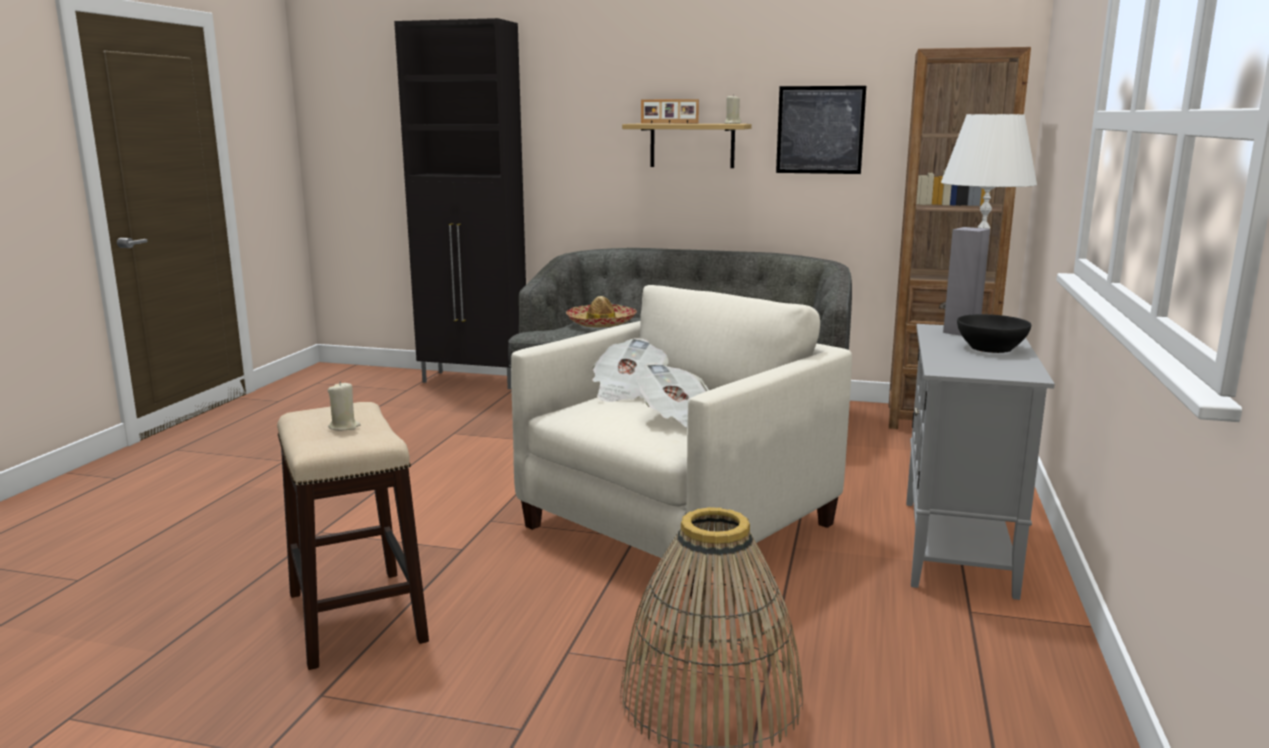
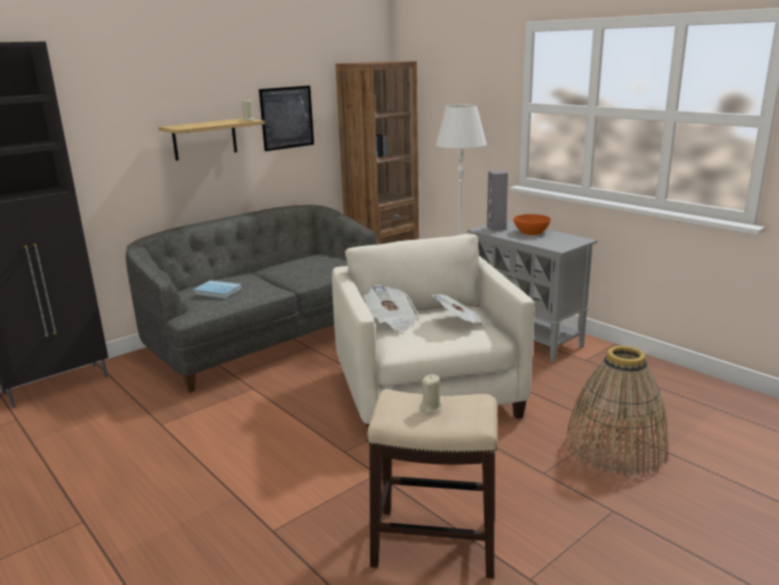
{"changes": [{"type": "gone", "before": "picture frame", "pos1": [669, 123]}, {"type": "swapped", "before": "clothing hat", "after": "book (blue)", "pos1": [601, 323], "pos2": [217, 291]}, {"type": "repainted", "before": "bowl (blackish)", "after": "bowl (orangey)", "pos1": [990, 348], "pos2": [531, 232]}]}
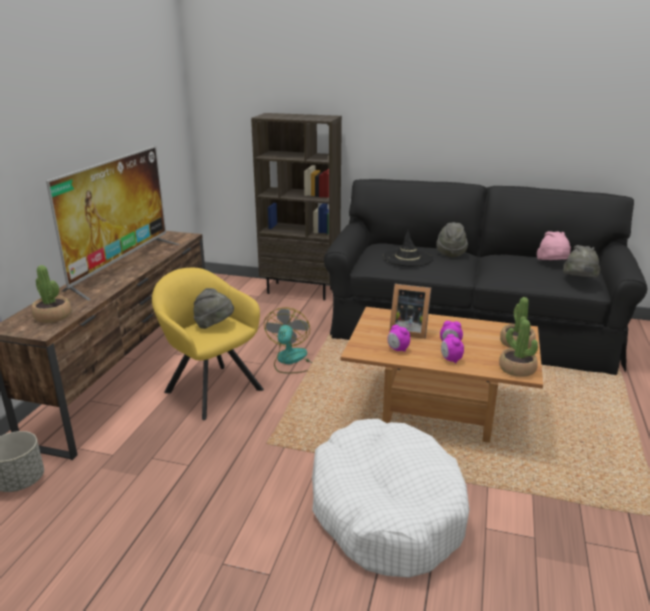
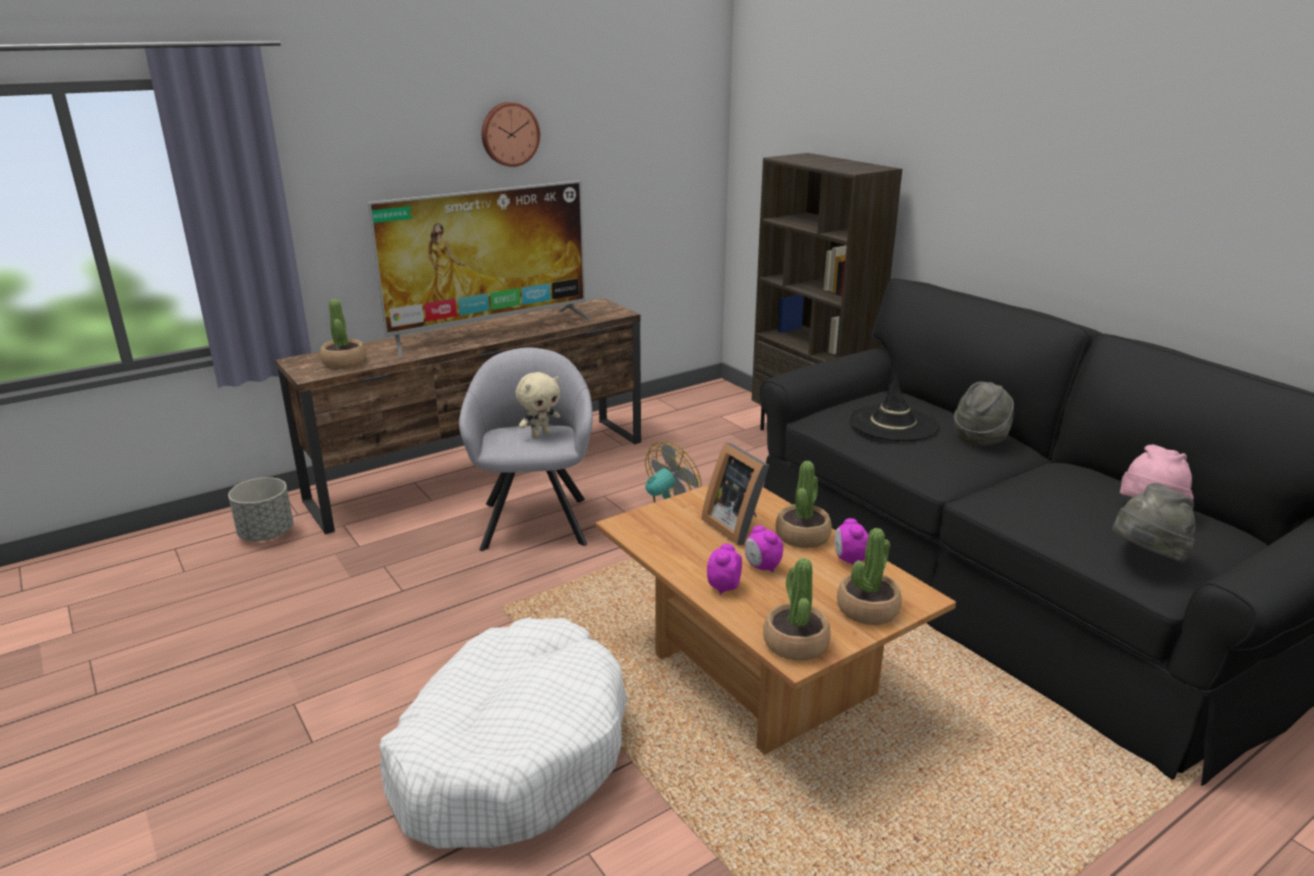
{"changes": [{"type": "repainted", "before": "armchair (yellowish)", "after": "armchair (gray)", "pos1": [211, 388], "pos2": [535, 519]}, {"type": "swapped", "before": "clothing hat (gray)", "after": "soft toy (sand-coloured)", "pos1": [214, 325], "pos2": [540, 434]}, {"type": "shifted", "before": "alarm clock", "pos1": [397, 349], "pos2": [849, 560]}, {"type": "new", "after": "clock on the wall", "pos2": [509, 134]}, {"type": "new", "after": "potted plant", "pos2": [802, 536]}]}
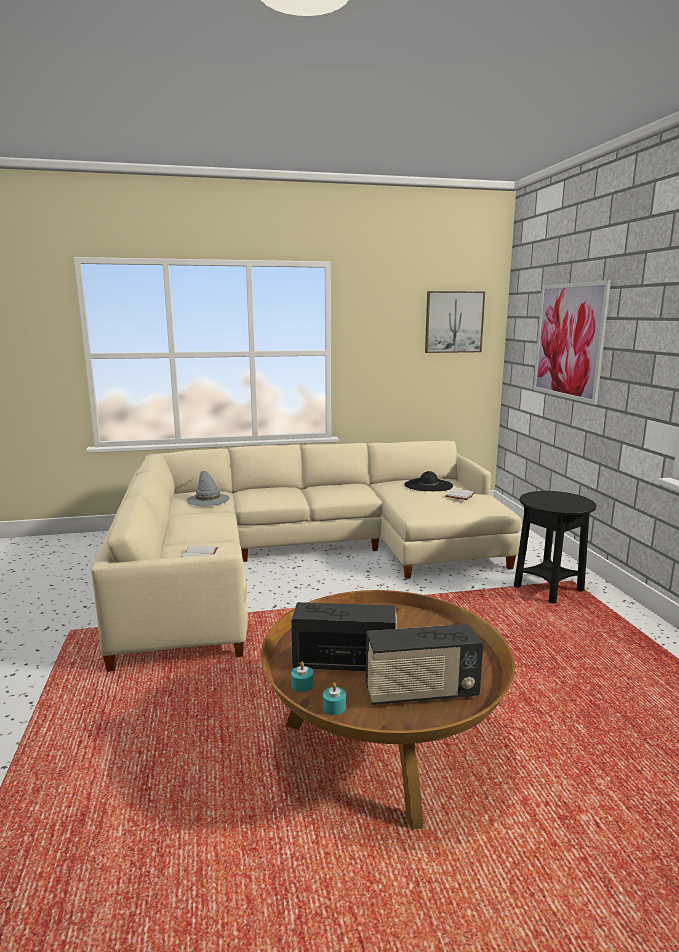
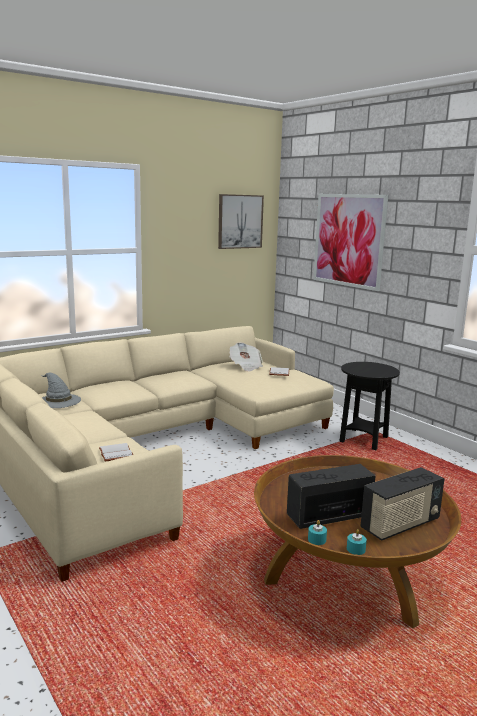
{"changes": [{"type": "swapped", "before": "clothing hat (blackish)", "after": "newspaper", "pos1": [428, 485], "pos2": [245, 366]}]}
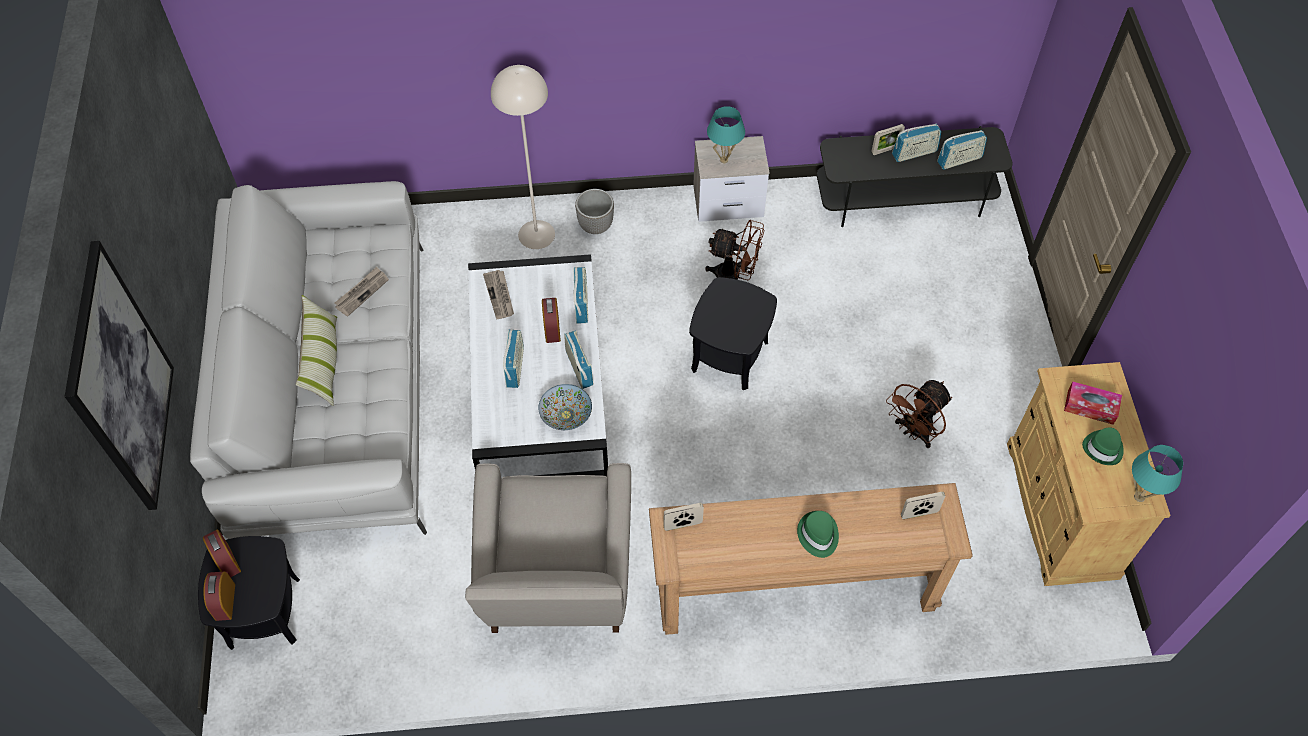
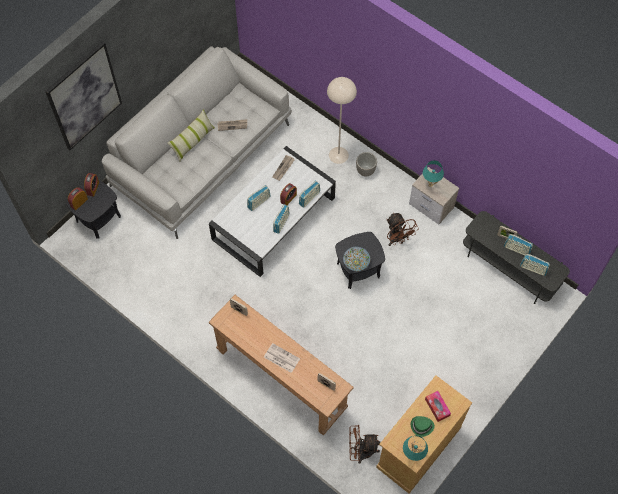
{"changes": [{"type": "shifted", "before": "cooling fan (brownish)", "pos1": [914, 432], "pos2": [360, 451]}, {"type": "shifted", "before": "bowl", "pos1": [566, 415], "pos2": [356, 262]}, {"type": "gone", "before": "armchair (sand-coloured)", "pos1": [557, 582]}, {"type": "swapped", "before": "clothing hat (green)", "after": "newspaper", "pos1": [817, 535], "pos2": [281, 358]}]}
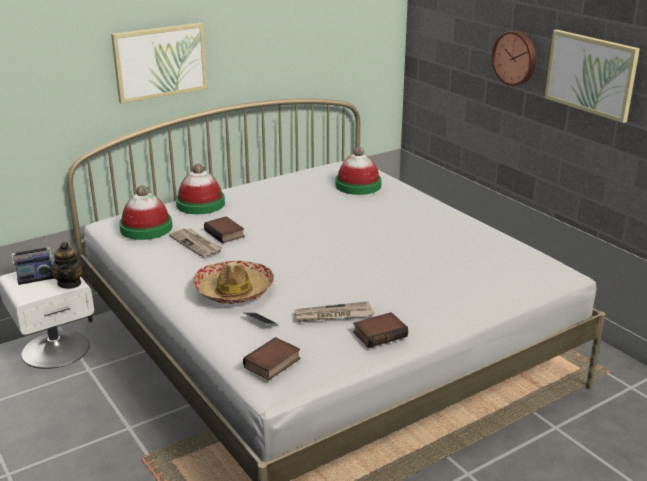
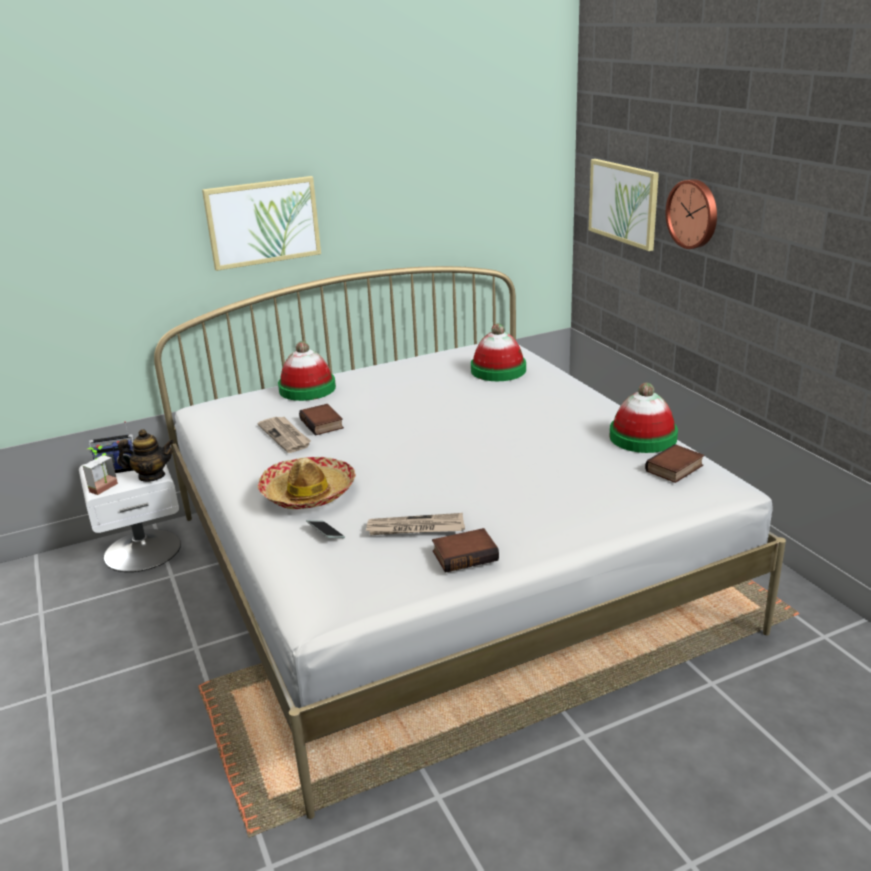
{"changes": [{"type": "shifted", "before": "picture", "pos1": [591, 74], "pos2": [623, 203]}, {"type": "shifted", "before": "clothing hat", "pos1": [146, 228], "pos2": [643, 437]}, {"type": "rotated", "before": "teapot", "pos1": [70, 283], "pos2": [151, 476], "turn": -90}, {"type": "shifted", "before": "book", "pos1": [273, 364], "pos2": [675, 469]}, {"type": "new", "after": "potted plant", "pos2": [107, 489]}]}
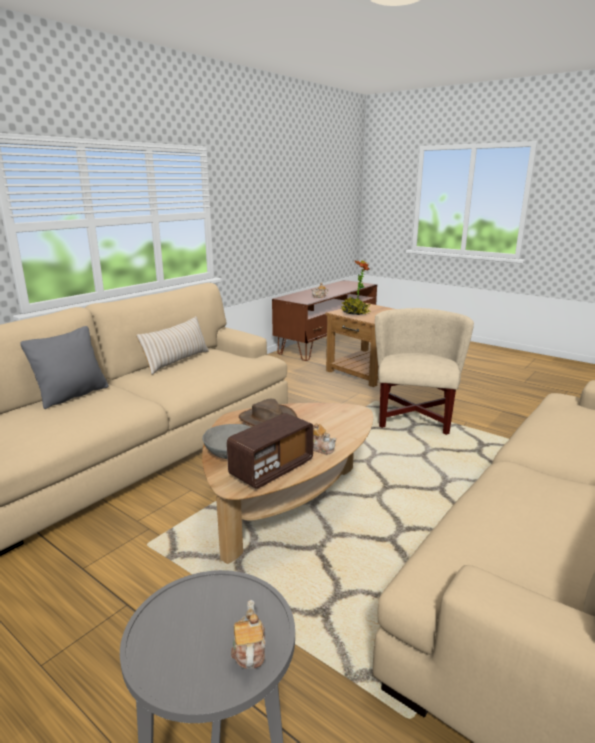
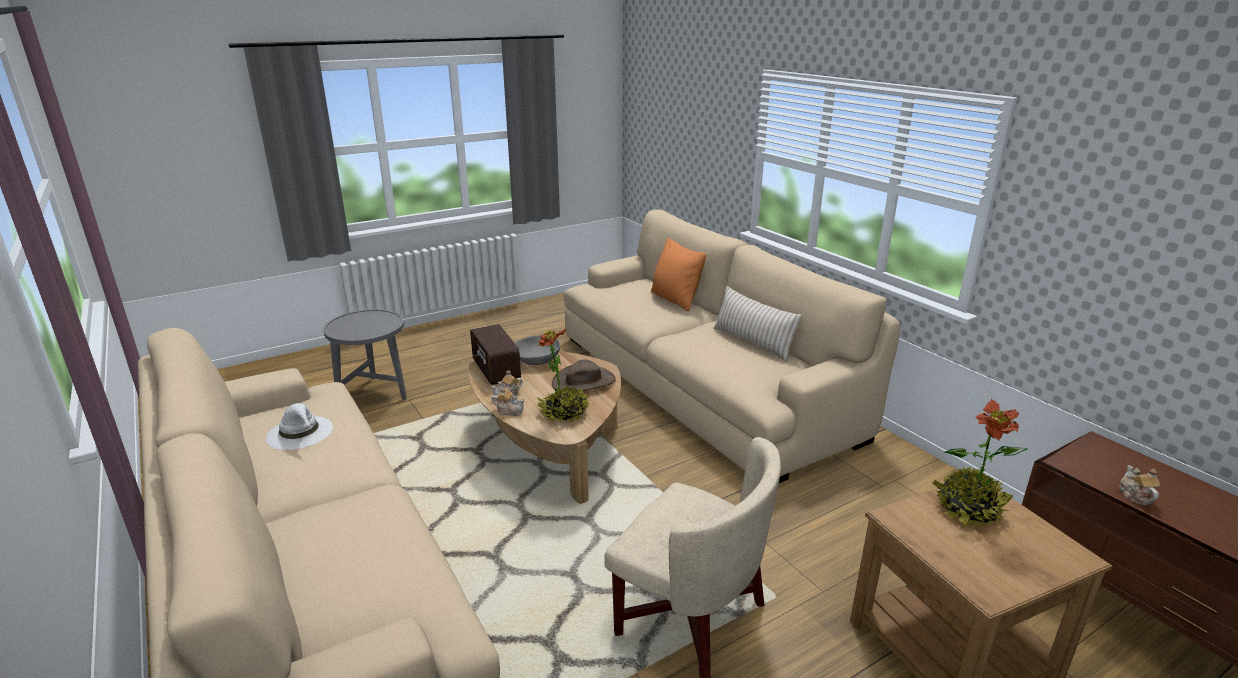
{"changes": [{"type": "repainted", "before": "cushion (gray)", "after": "cushion (orangey)", "pos1": [72, 395], "pos2": [675, 300]}, {"type": "shifted", "before": "teapot", "pos1": [249, 650], "pos2": [509, 411]}, {"type": "new", "after": "potted plant", "pos2": [564, 413]}, {"type": "new", "after": "clothing hat (whitish)", "pos2": [300, 433]}]}
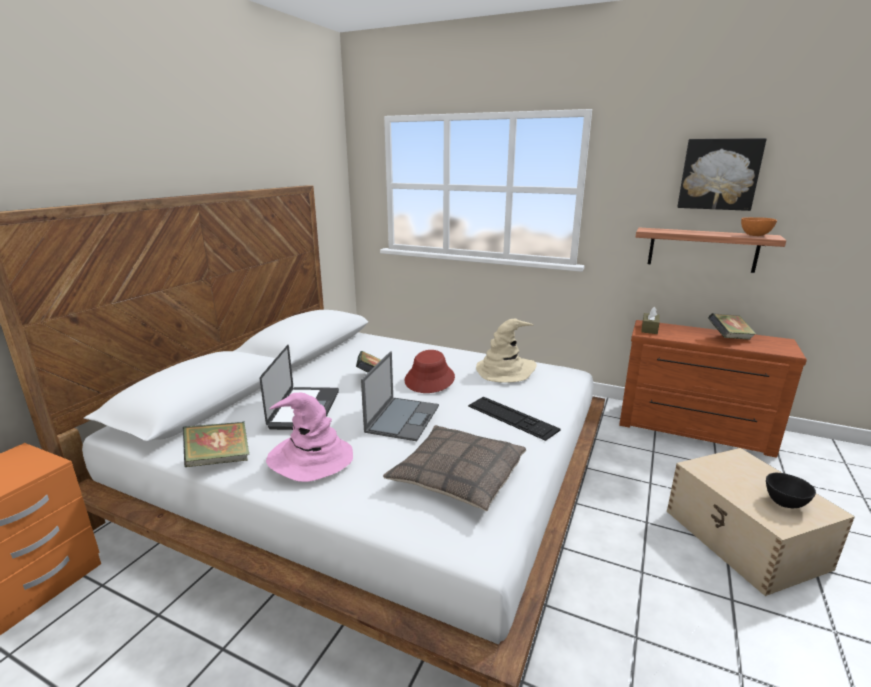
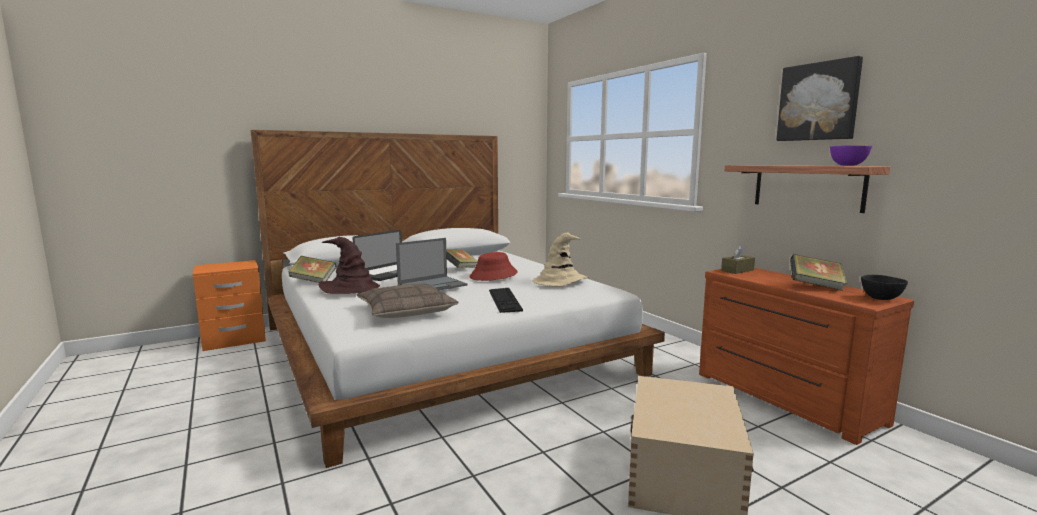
{"changes": [{"type": "repainted", "before": "bowl (orangey)", "after": "bowl (purplish)", "pos1": [755, 235], "pos2": [848, 165]}, {"type": "repainted", "before": "clothing hat (pink)", "after": "clothing hat (brownish)", "pos1": [309, 458], "pos2": [350, 288]}, {"type": "shifted", "before": "bowl (blackish)", "pos1": [785, 503], "pos2": [882, 299]}]}
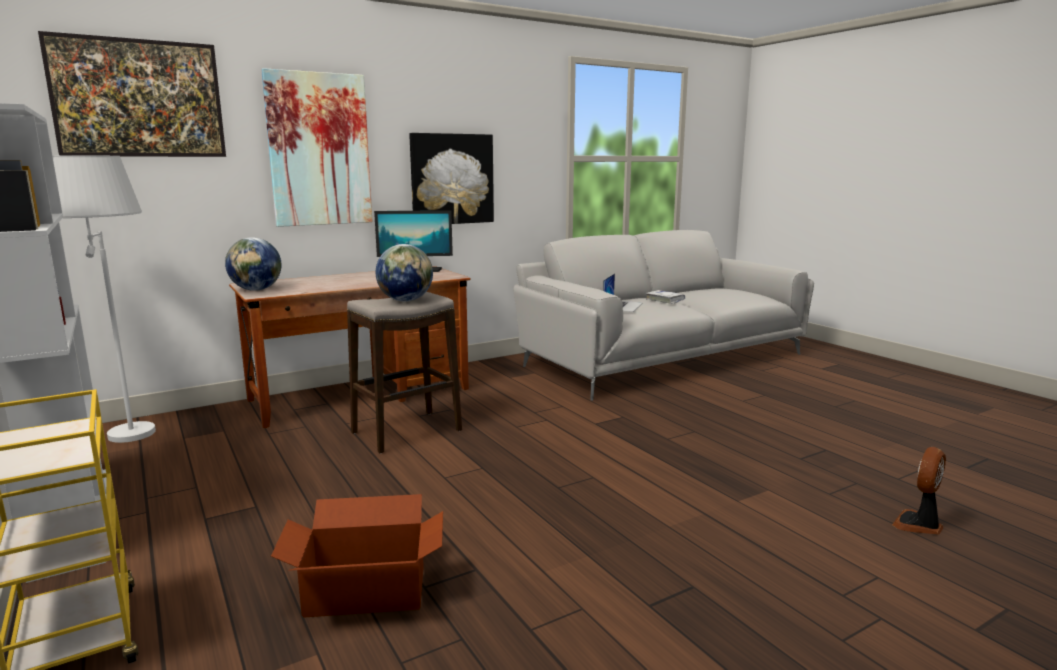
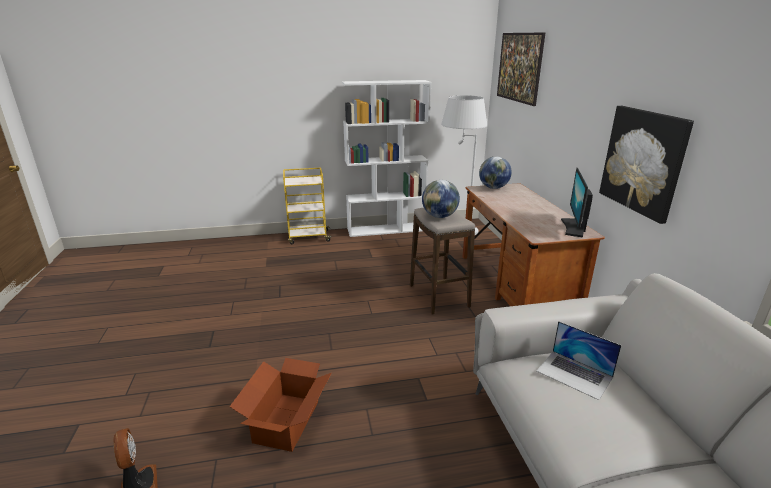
{"changes": [{"type": "gone", "before": "picture", "pos1": [319, 150]}, {"type": "gone", "before": "book (whitish)", "pos1": [665, 300]}, {"type": "shifted", "before": "cardboard box", "pos1": [367, 592], "pos2": [285, 421]}]}
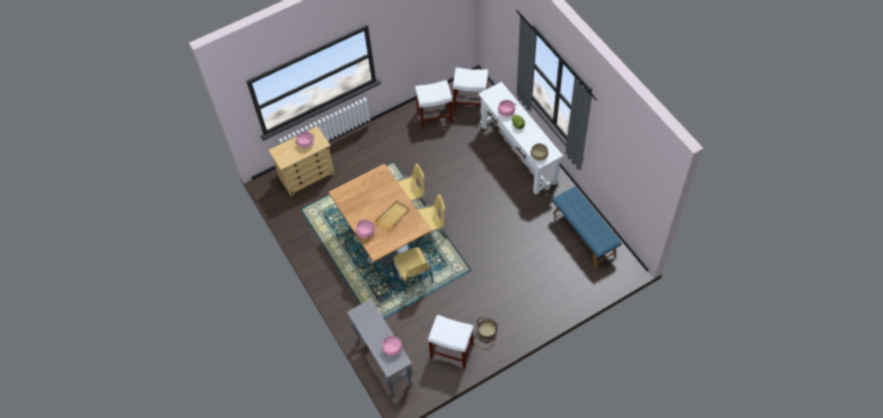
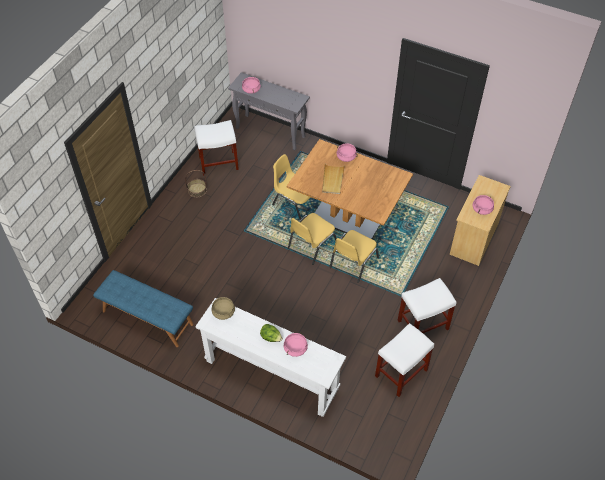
{"changes": [{"type": "shifted", "before": "sitting stool (whitish)", "pos1": [471, 102], "pos2": [422, 325]}]}
